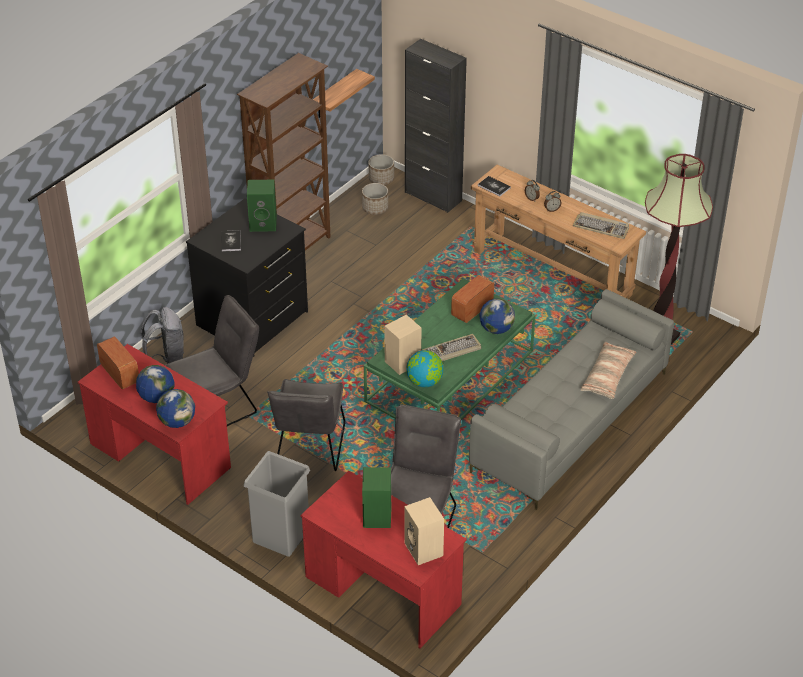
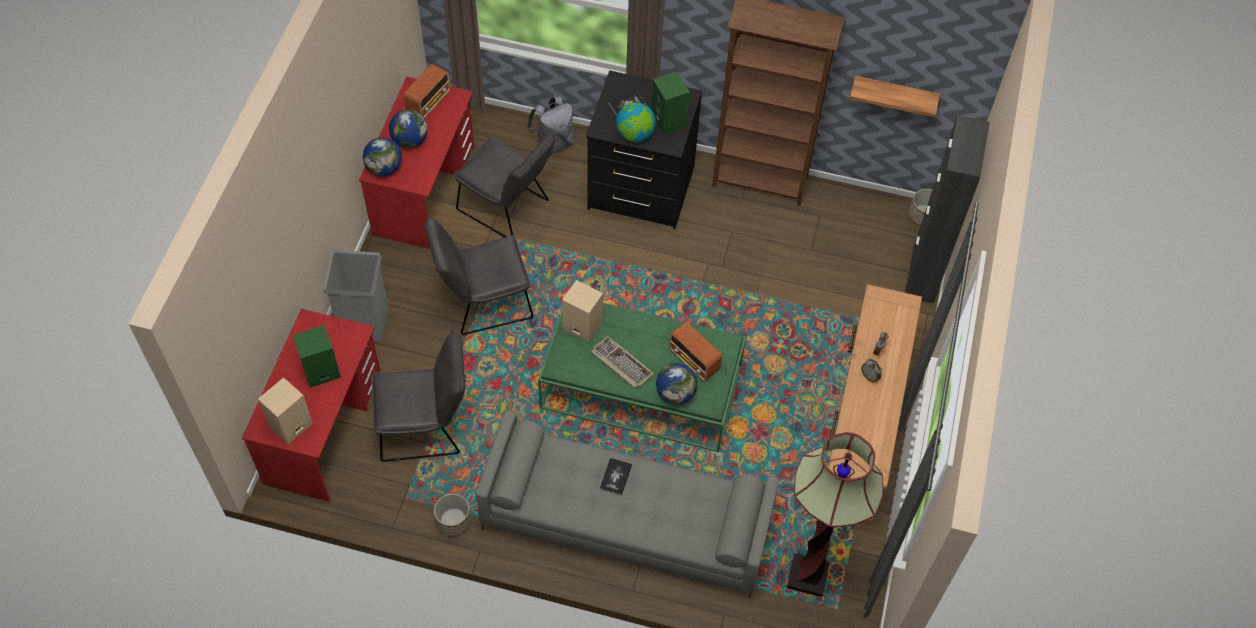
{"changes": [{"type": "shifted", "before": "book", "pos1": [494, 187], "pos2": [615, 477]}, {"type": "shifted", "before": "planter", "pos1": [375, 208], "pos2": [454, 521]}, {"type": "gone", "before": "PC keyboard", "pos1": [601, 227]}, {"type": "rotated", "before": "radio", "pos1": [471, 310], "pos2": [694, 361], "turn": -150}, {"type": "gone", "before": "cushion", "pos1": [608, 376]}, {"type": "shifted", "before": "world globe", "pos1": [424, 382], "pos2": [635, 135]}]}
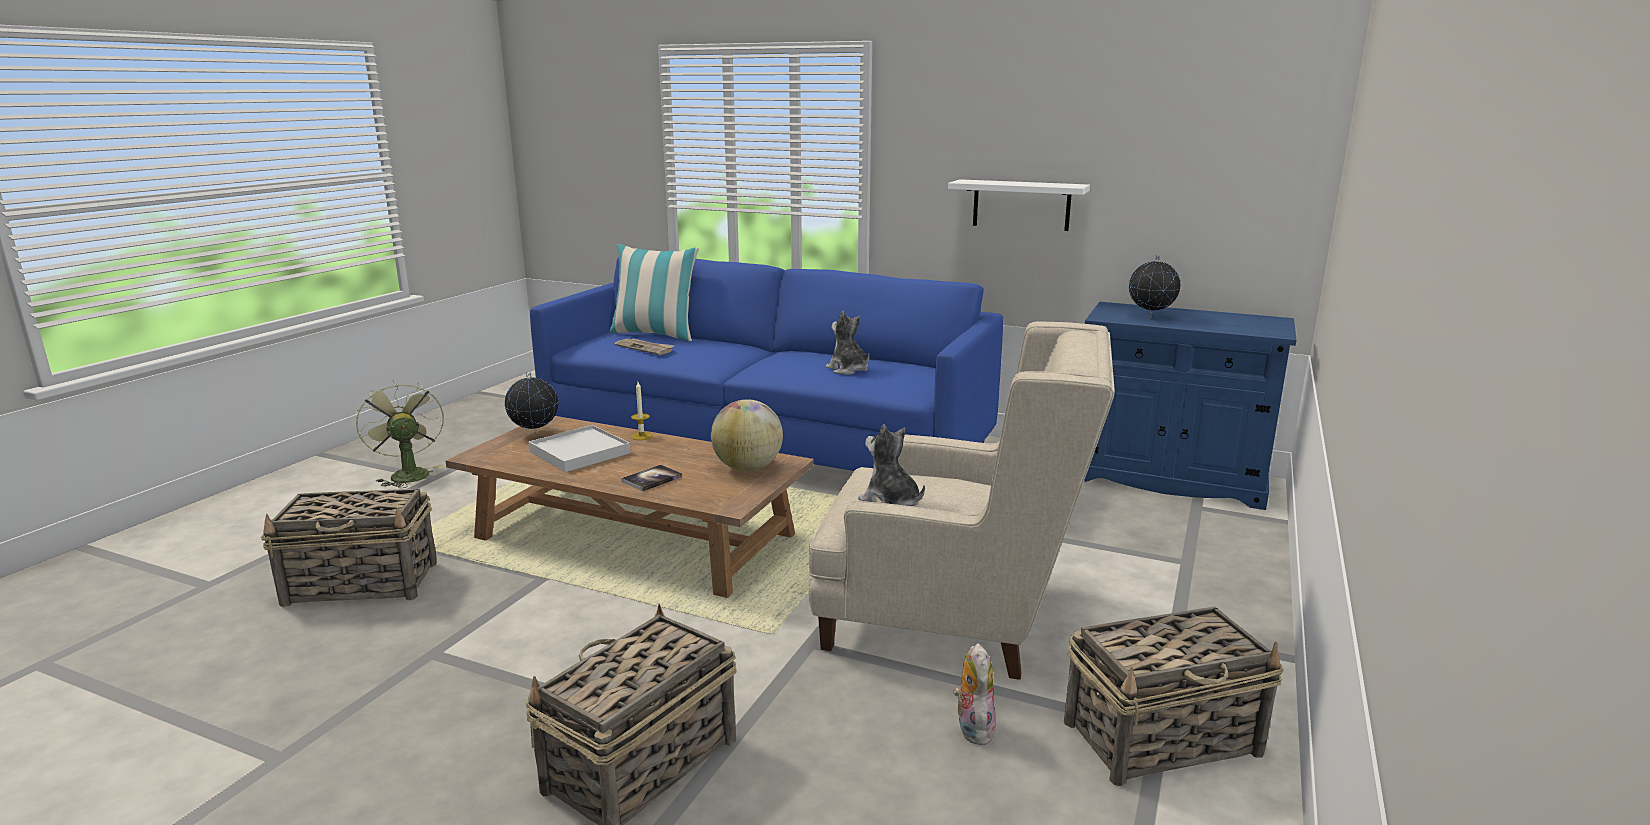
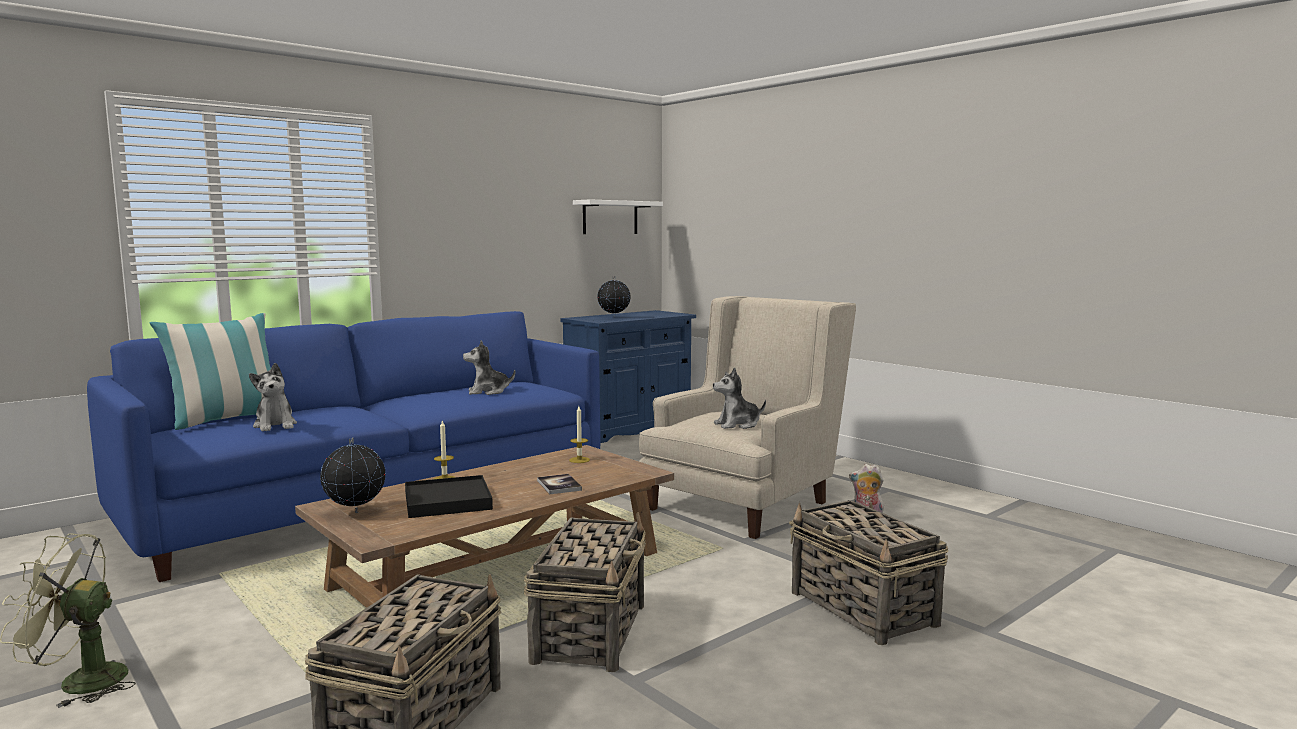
{"changes": [{"type": "shifted", "before": "shelf (whitish)", "pos1": [1021, 205], "pos2": [610, 217]}, {"type": "swapped", "before": "newspaper", "after": "soft toy", "pos1": [645, 348], "pos2": [275, 425]}, {"type": "swapped", "before": "world globe", "after": "wax candle", "pos1": [748, 468], "pos2": [579, 460]}, {"type": "repainted", "before": "tray (whitish)", "after": "tray (blackish)", "pos1": [580, 452], "pos2": [447, 501]}, {"type": "shifted", "before": "storage basket", "pos1": [1163, 738], "pos2": [591, 632]}]}
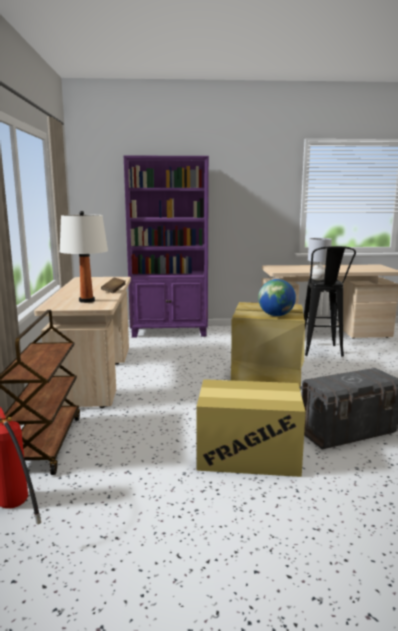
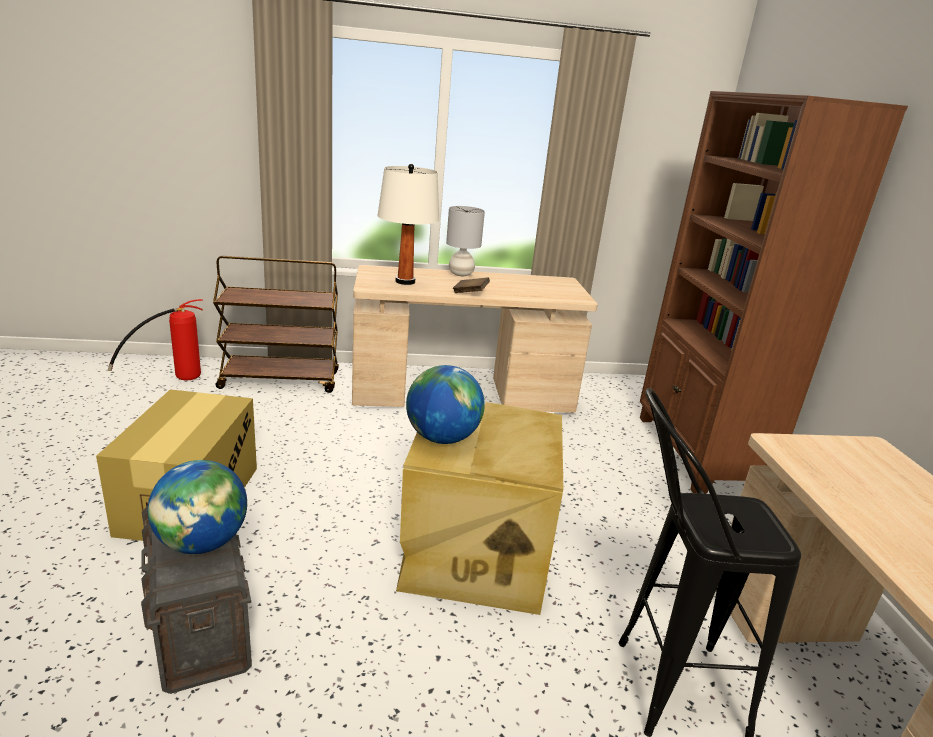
{"changes": [{"type": "repainted", "before": "bookshelf (purplish)", "after": "bookshelf (brownish)", "pos1": [170, 332], "pos2": [696, 454]}, {"type": "shifted", "before": "table lamp (gray)", "pos1": [317, 279], "pos2": [461, 274]}, {"type": "new", "after": "world globe", "pos2": [202, 543]}]}
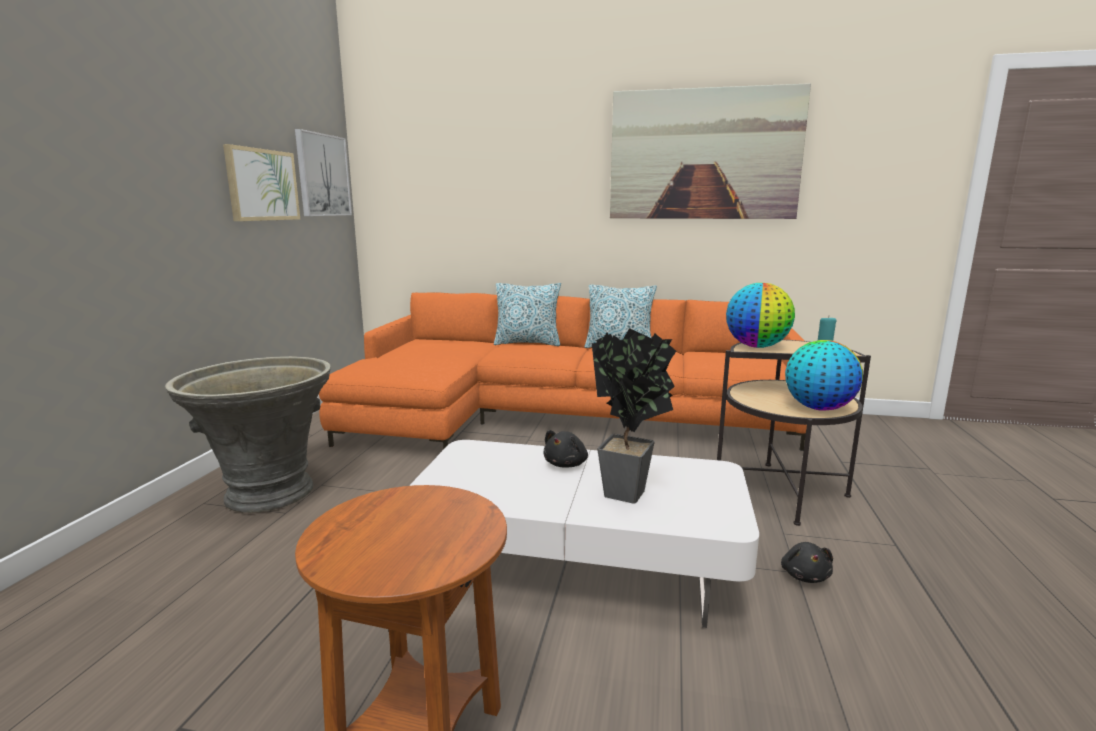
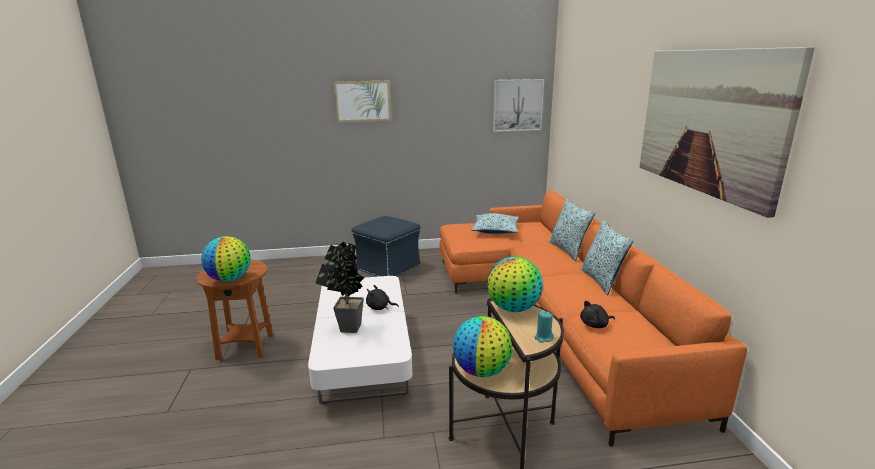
{"changes": [{"type": "shifted", "before": "picture", "pos1": [262, 185], "pos2": [363, 101]}, {"type": "swapped", "before": "planter (gray)", "after": "pouffe (blue)", "pos1": [269, 493], "pos2": [388, 267]}, {"type": "shifted", "before": "soft toy (blackish)", "pos1": [804, 575], "pos2": [595, 325]}, {"type": "new", "after": "cushion", "pos2": [495, 230]}, {"type": "new", "after": "world globe", "pos2": [230, 279]}]}
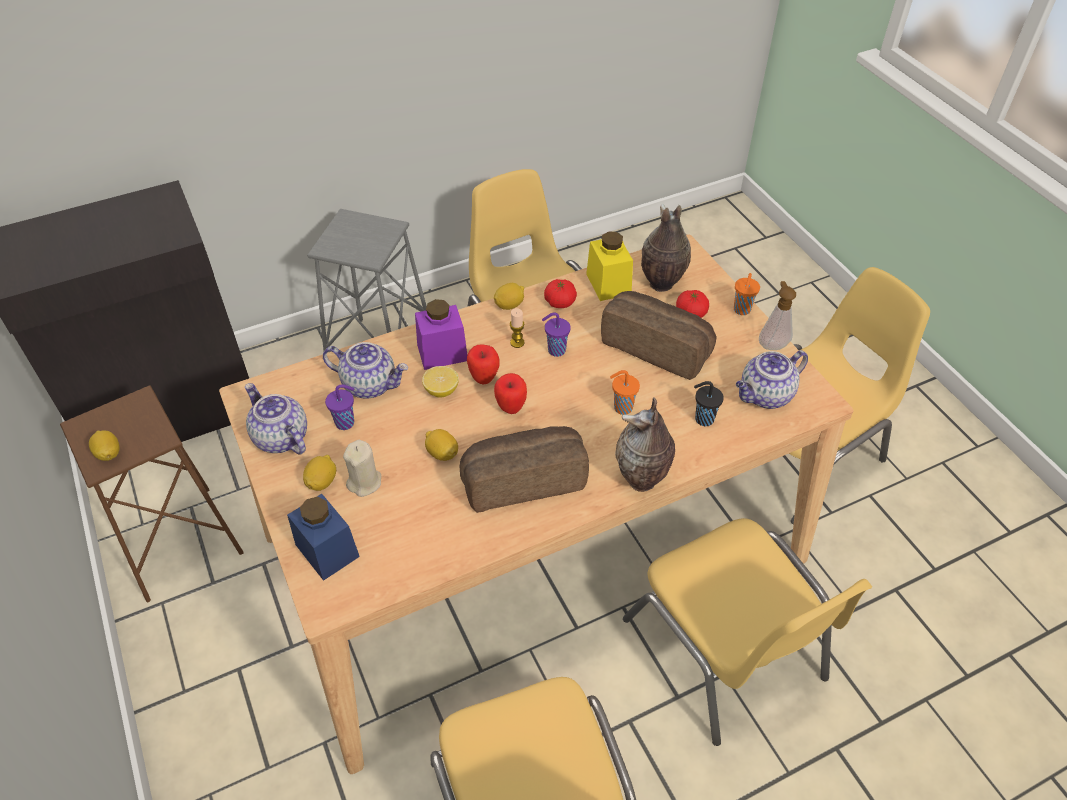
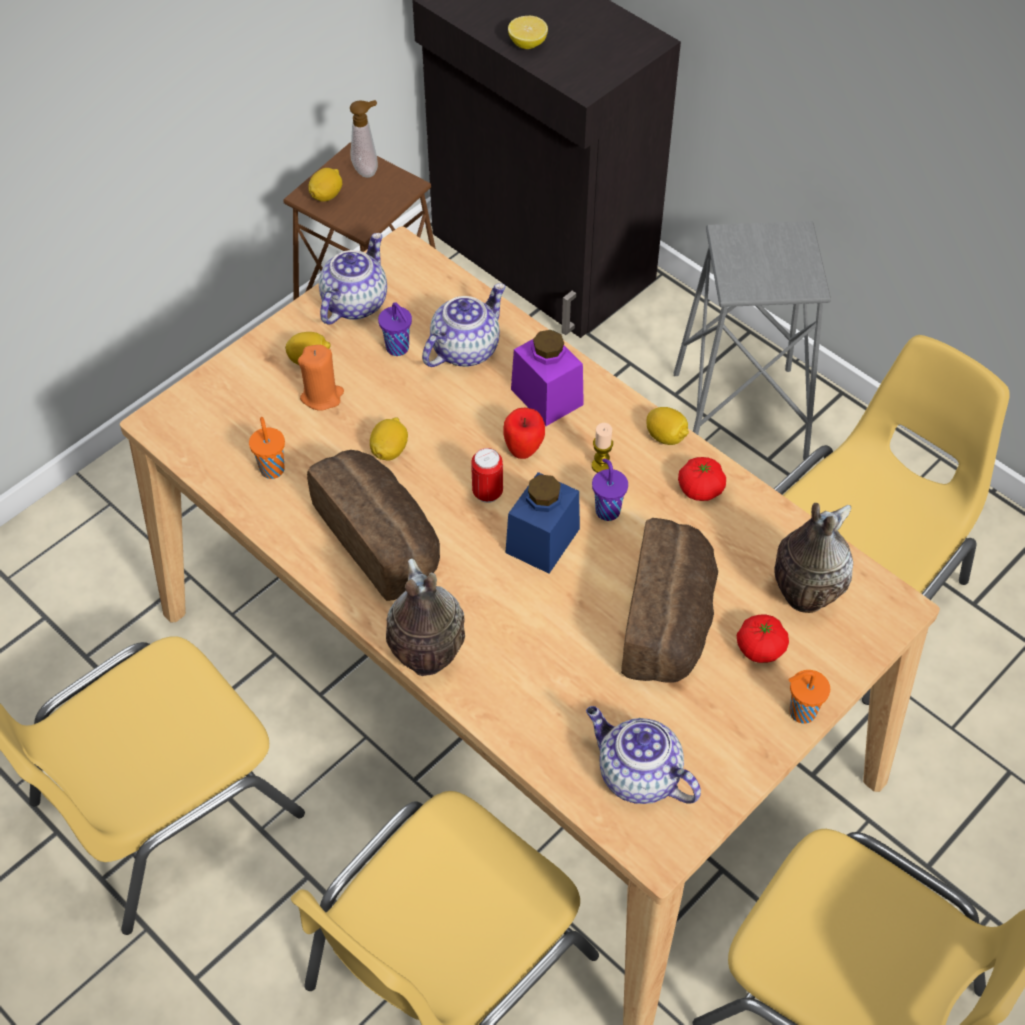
{"changes": [{"type": "gone", "before": "preserve jar (yellowish)", "pos1": [608, 284]}, {"type": "shifted", "before": "soap bottle", "pos1": [772, 344], "pos2": [368, 169]}, {"type": "rotated", "before": "teapot", "pos1": [370, 384], "pos2": [465, 348], "turn": -135}, {"type": "shifted", "before": "citrus fruit", "pos1": [441, 390], "pos2": [527, 43]}, {"type": "shifted", "before": "cup (orangey)", "pos1": [621, 408], "pos2": [272, 468]}, {"type": "swapped", "before": "apple fruit", "after": "metal can", "pos1": [511, 407], "pos2": [487, 493]}, {"type": "gone", "before": "cup (blackish)", "pos1": [703, 419]}, {"type": "repainted", "before": "wax candle (sand-coloured)", "after": "wax candle (orangey)", "pos1": [365, 482], "pos2": [322, 396]}, {"type": "shifted", "before": "preserve jar (blue)", "pos1": [327, 550], "pos2": [542, 540]}]}
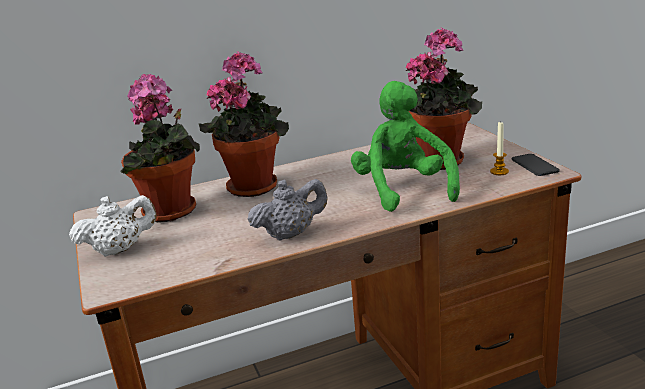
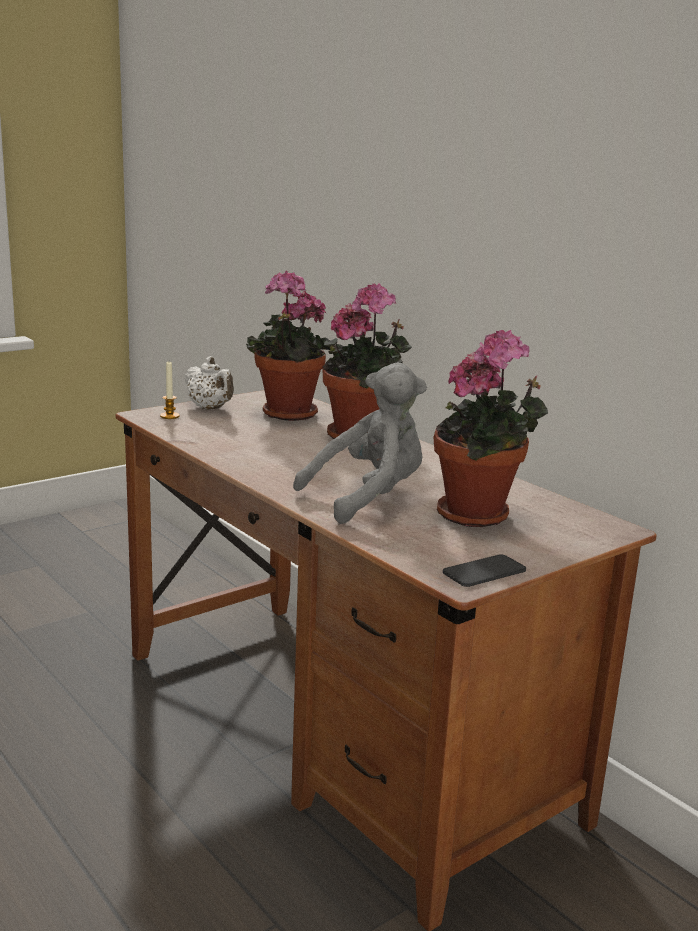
{"changes": [{"type": "repainted", "before": "soft toy (green)", "after": "soft toy (gray)", "pos1": [403, 190], "pos2": [368, 498]}, {"type": "shifted", "before": "wax candle", "pos1": [499, 171], "pos2": [169, 416]}, {"type": "gone", "before": "teapot (gray)", "pos1": [291, 234]}]}
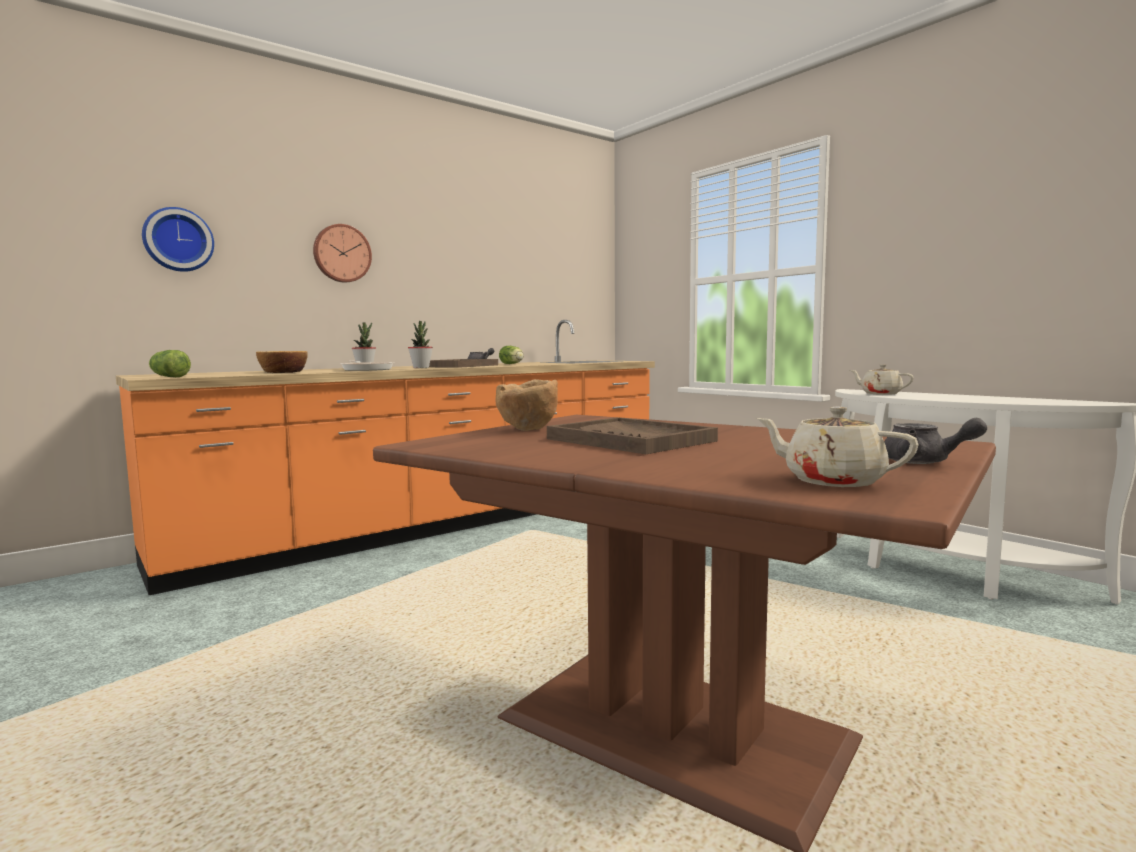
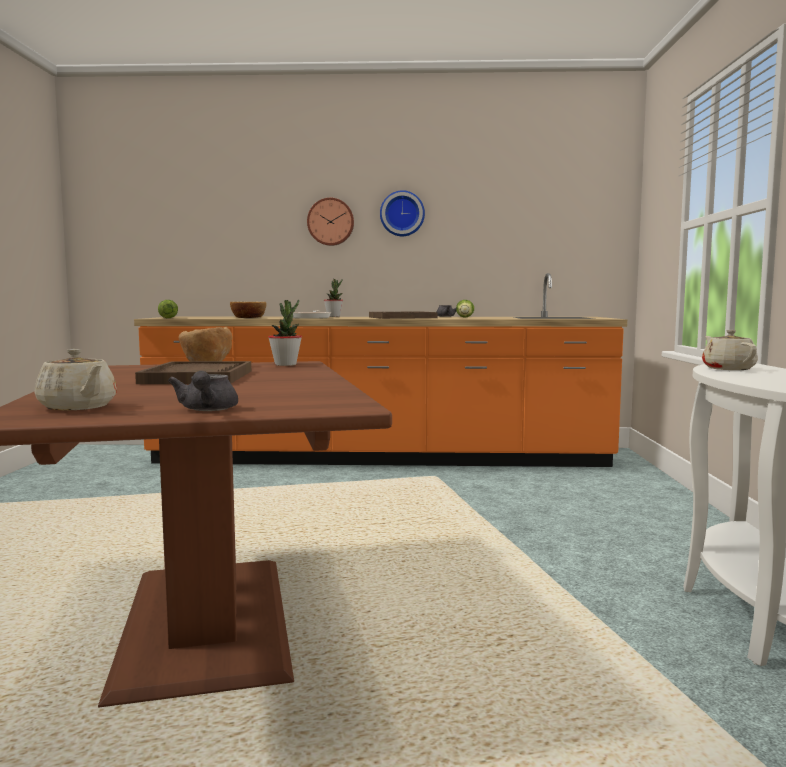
{"changes": [{"type": "shifted", "before": "clock on the wall", "pos1": [178, 240], "pos2": [402, 214]}, {"type": "shifted", "before": "potted plant", "pos1": [421, 368], "pos2": [285, 364]}, {"type": "rotated", "before": "teapot (sand-coloured)", "pos1": [832, 481], "pos2": [78, 407], "turn": 150}]}
